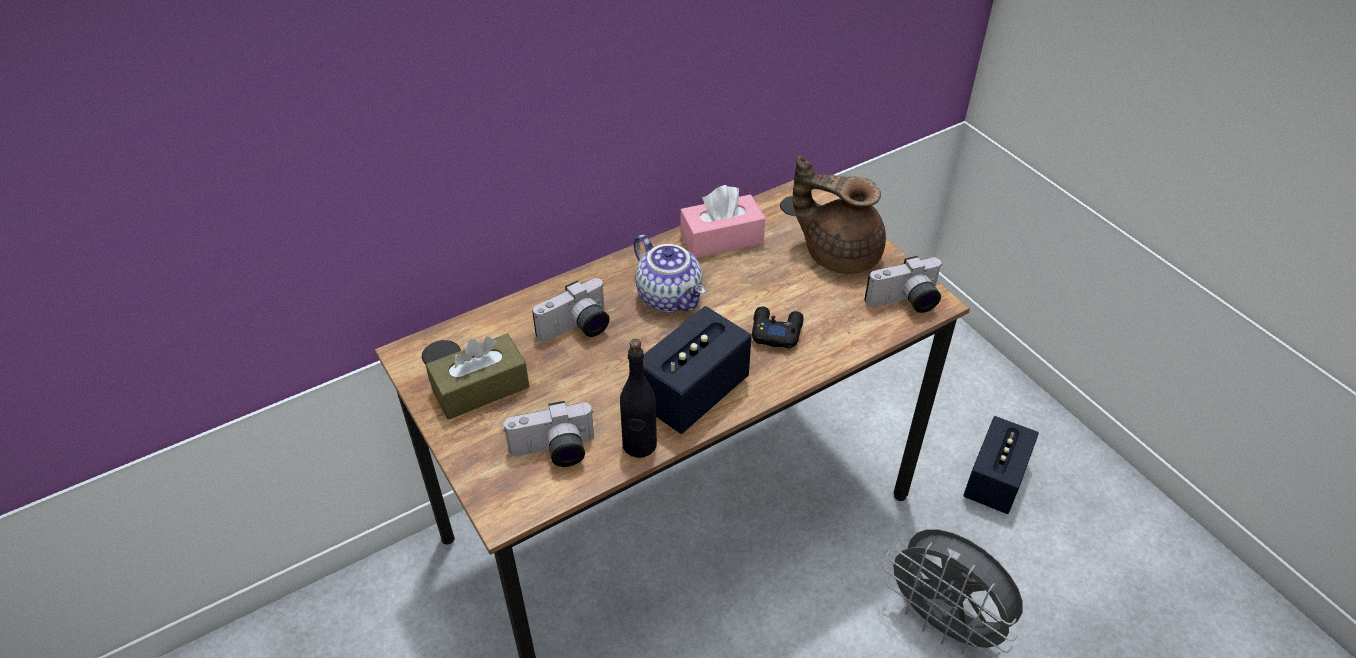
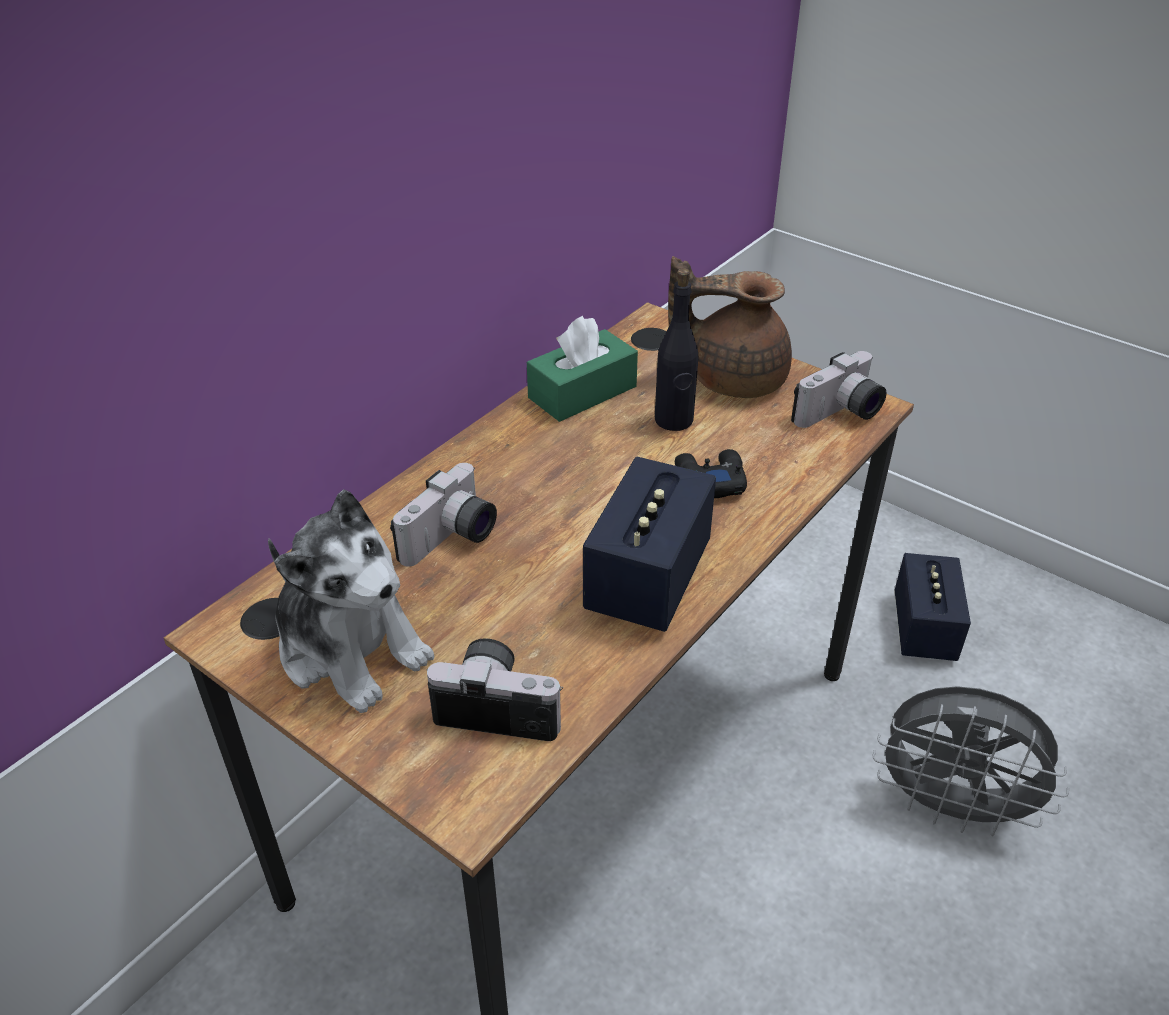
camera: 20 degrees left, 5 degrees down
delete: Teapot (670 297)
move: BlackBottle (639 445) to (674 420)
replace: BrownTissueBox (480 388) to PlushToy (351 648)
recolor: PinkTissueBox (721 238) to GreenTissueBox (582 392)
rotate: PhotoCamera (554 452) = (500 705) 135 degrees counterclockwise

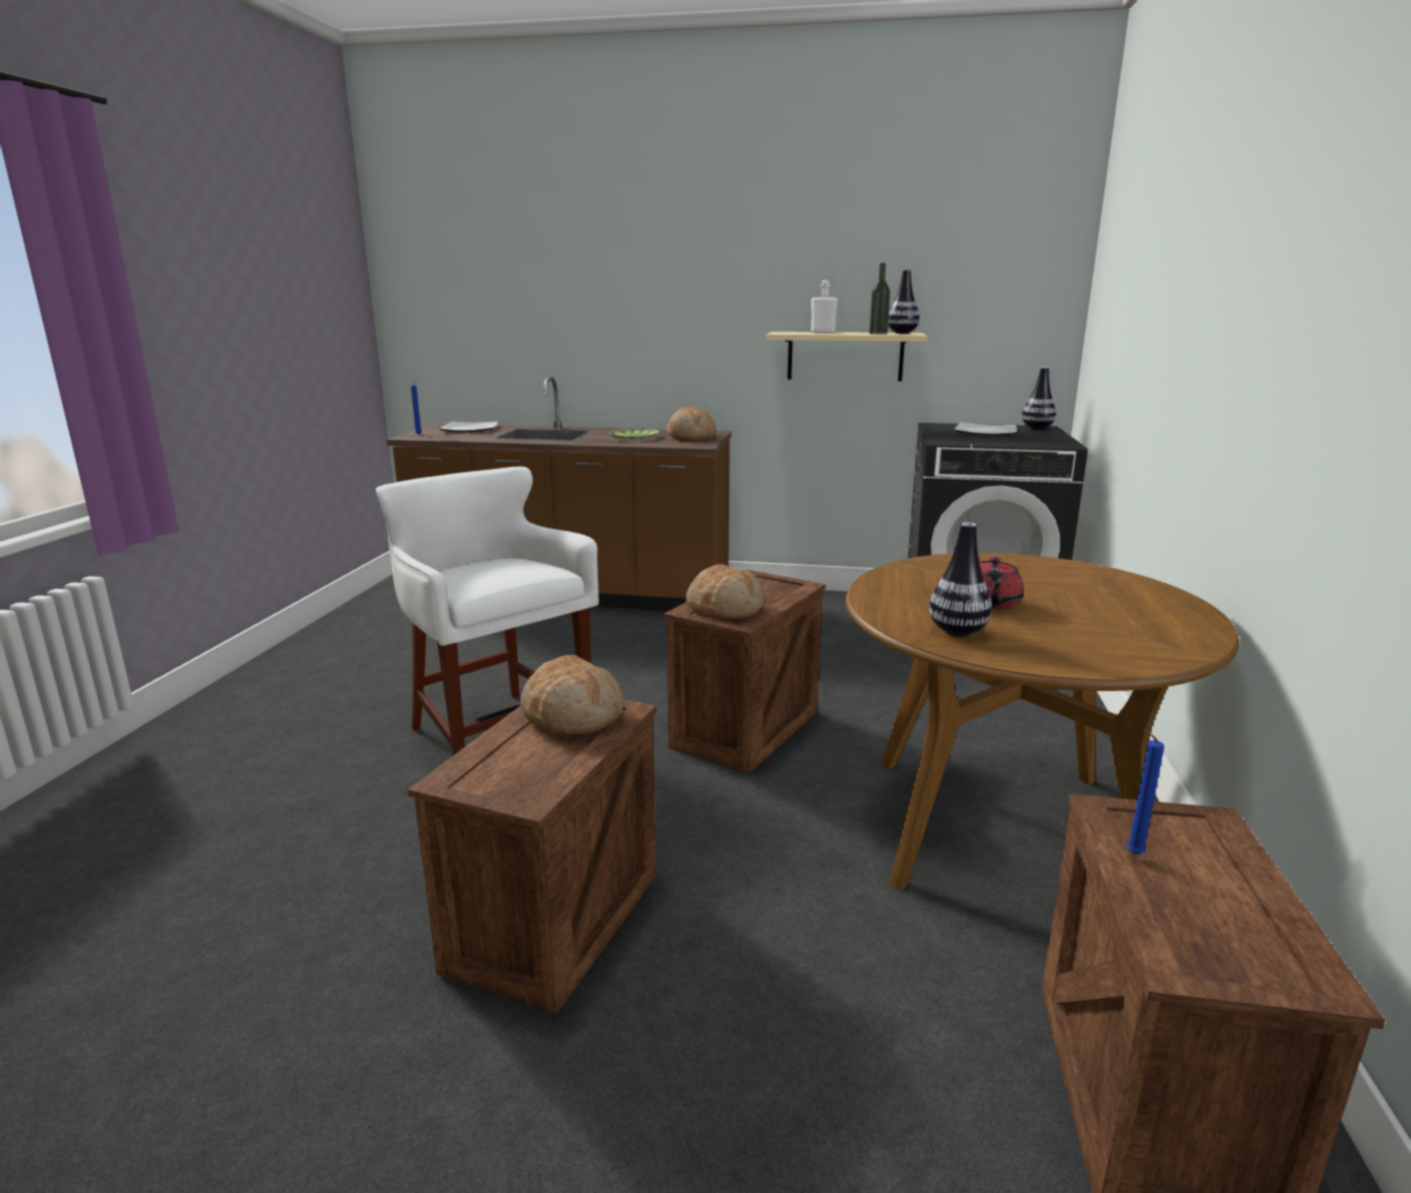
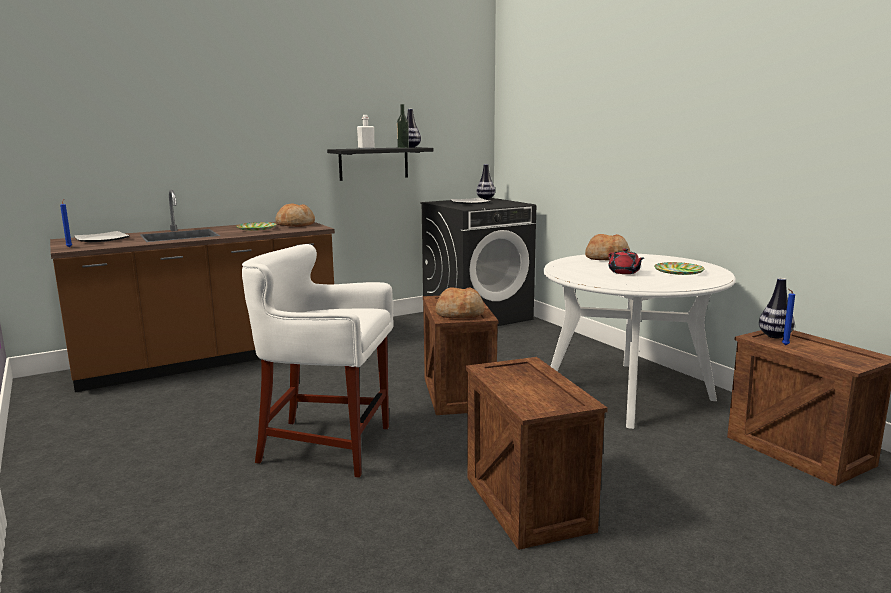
camera: 40 degrees left, 5 degrees down
insert: Plate (679 272)
move: Bread (572 715) to (607 258); Vase (958 632) to (775 336)
recolor: BeigeShelf (845 356) to BlackShelf (374 163); BrownDiningTable (1001 827) to WhiteDiningTable (628 392)

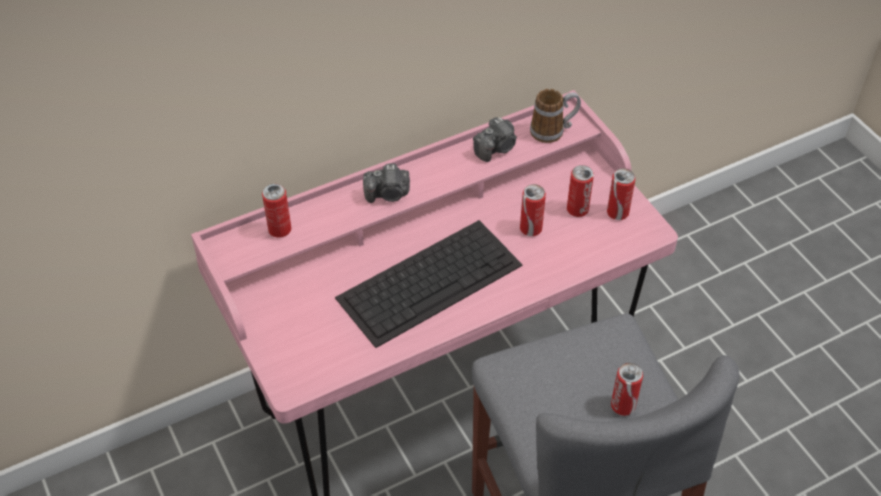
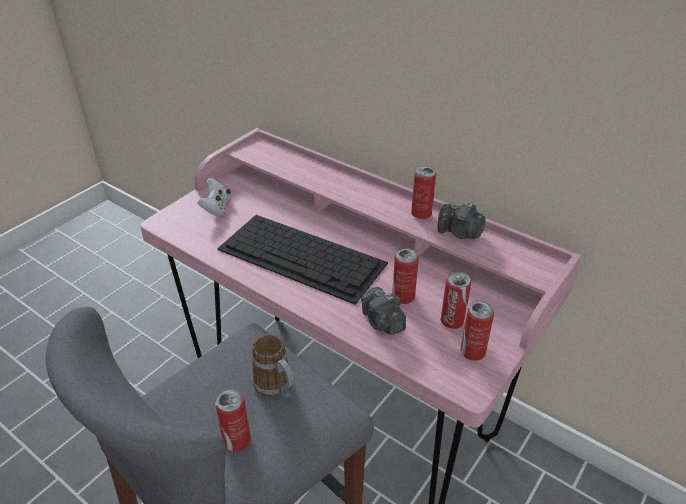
camera: 65 degrees right, 10 degrees down
insert: WhiteGameController (217 208)
move: Can (280 230) to (421 214); PhotoCamera (388 194) to (382 322); Mug (553 131) to (277 387)

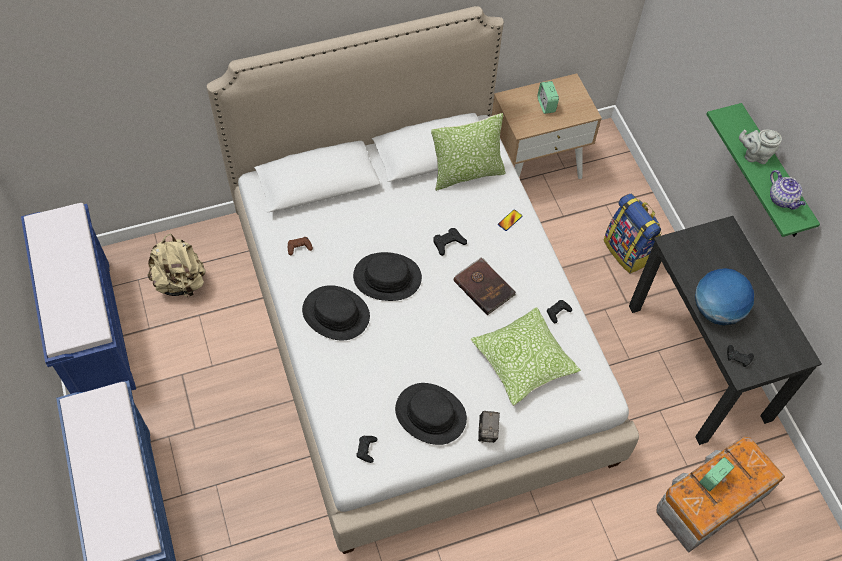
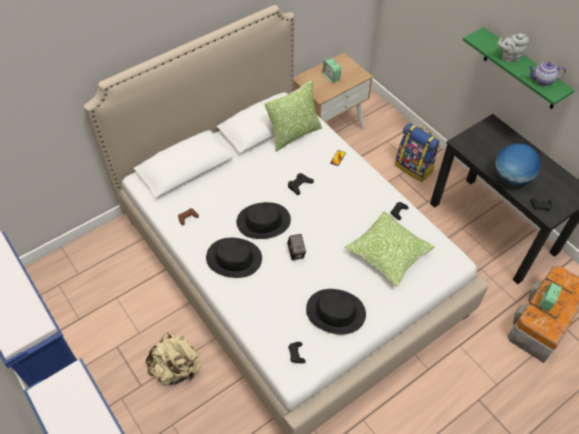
camera: 15 degrees left, 5 degrees down
delete: BrownBook (484 287)
move: BeigeBackpack (181 282) to (176 369); PhotoCamera (487 432) to (296 253)
rotate: Teapot (782 199) = (542 80) 135 degrees clockwise

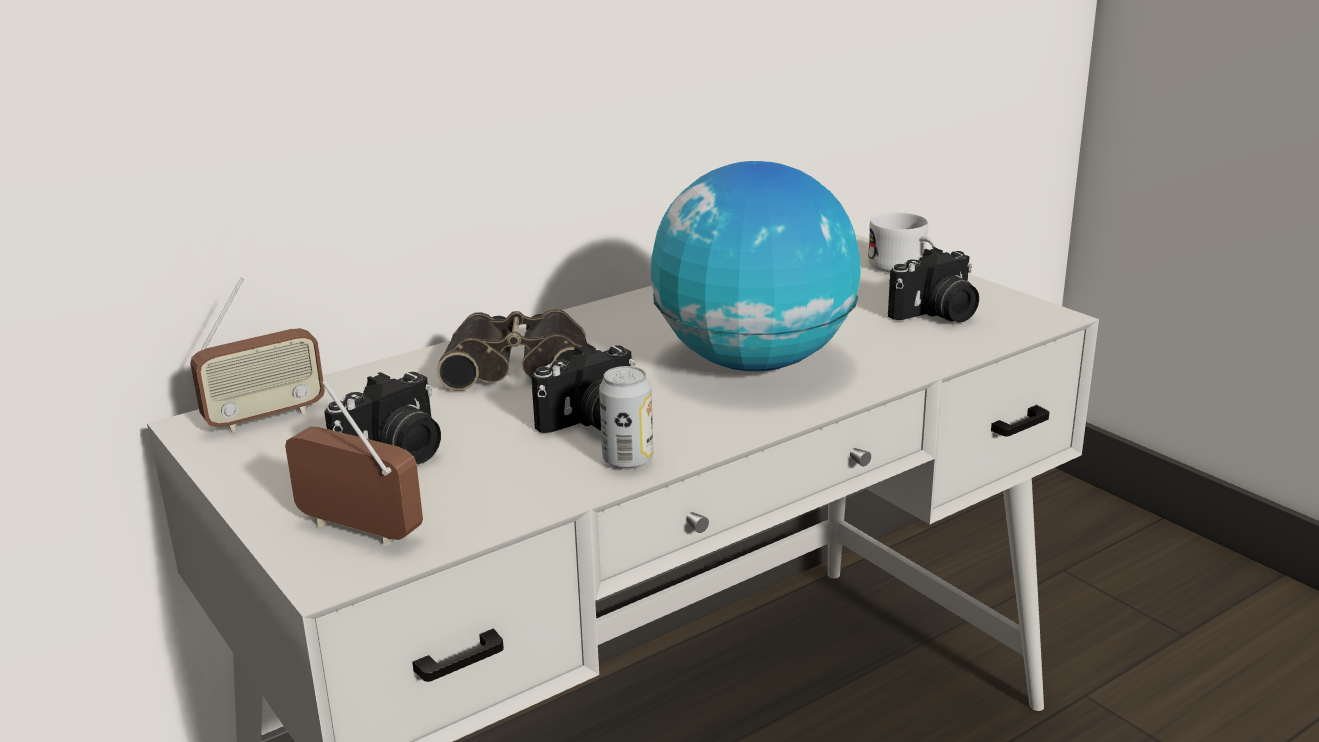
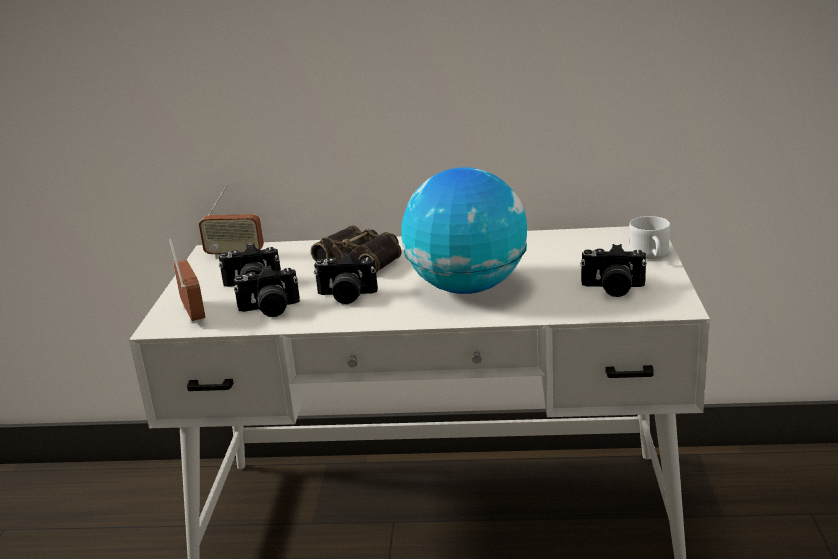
camera: 40 degrees right, 0 degrees up
delete: Can (628 460)
insert: PhotoCamera (270 309)

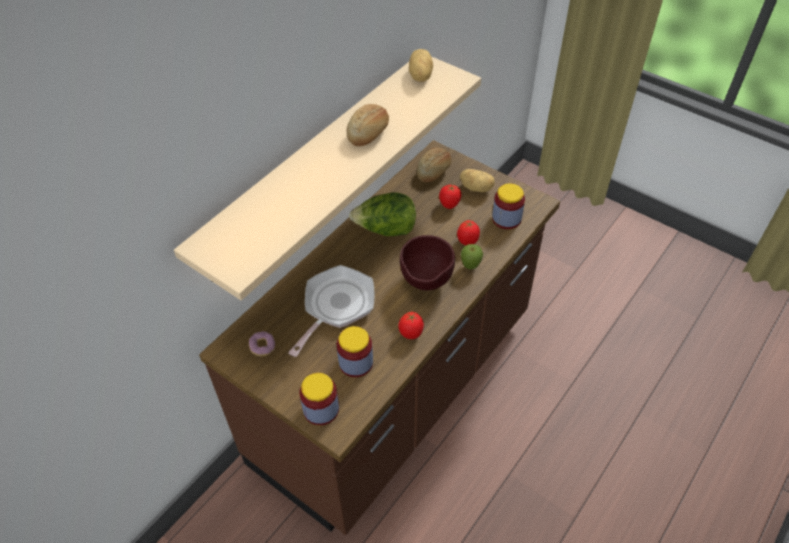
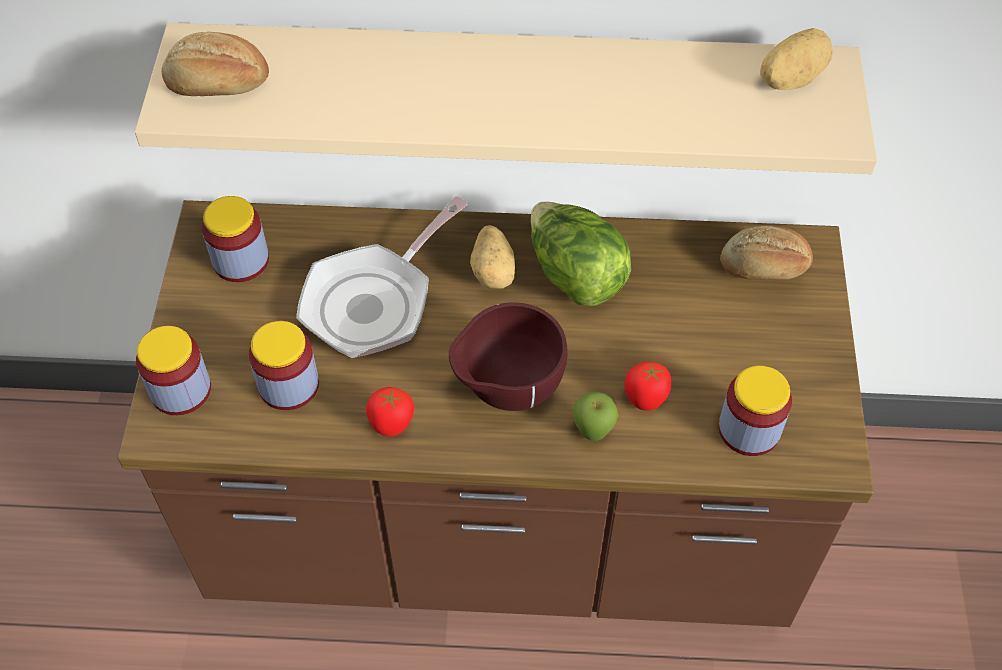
camera: 55 degrees right, 5 degrees up
delete: Tomato (449 205)
move: Bread (369 133) to (218 85); Potato (476 188) to (494 271)
replace: Donut (263 347) to Jar (240 260)
rotate: FryingPan (336 306) = (374 301) 135 degrees clockwise

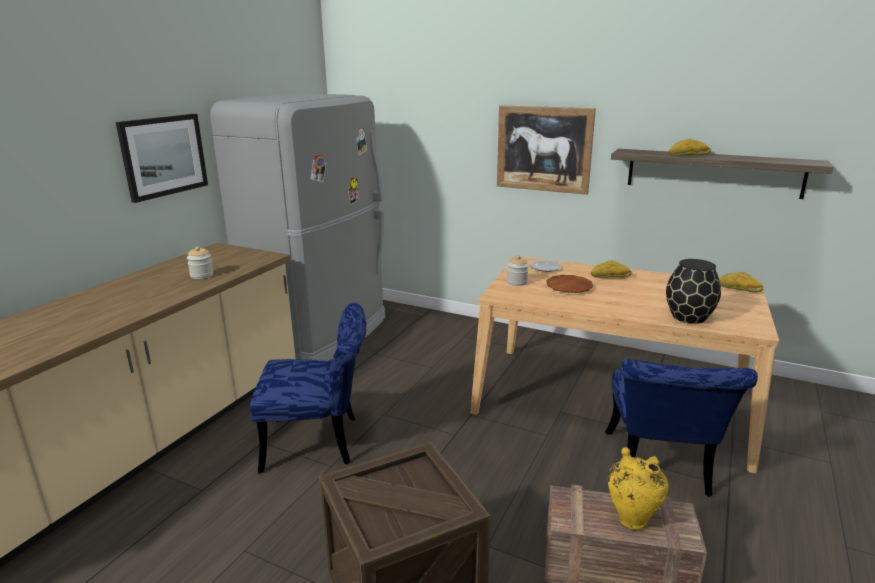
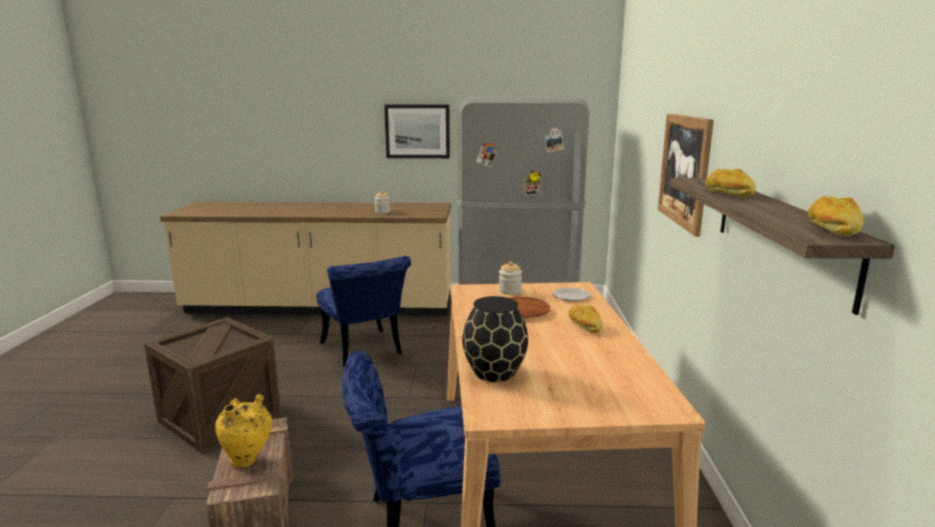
camera: 65 degrees right, 5 degrees down
move: Bread (739 289) to (831 230)

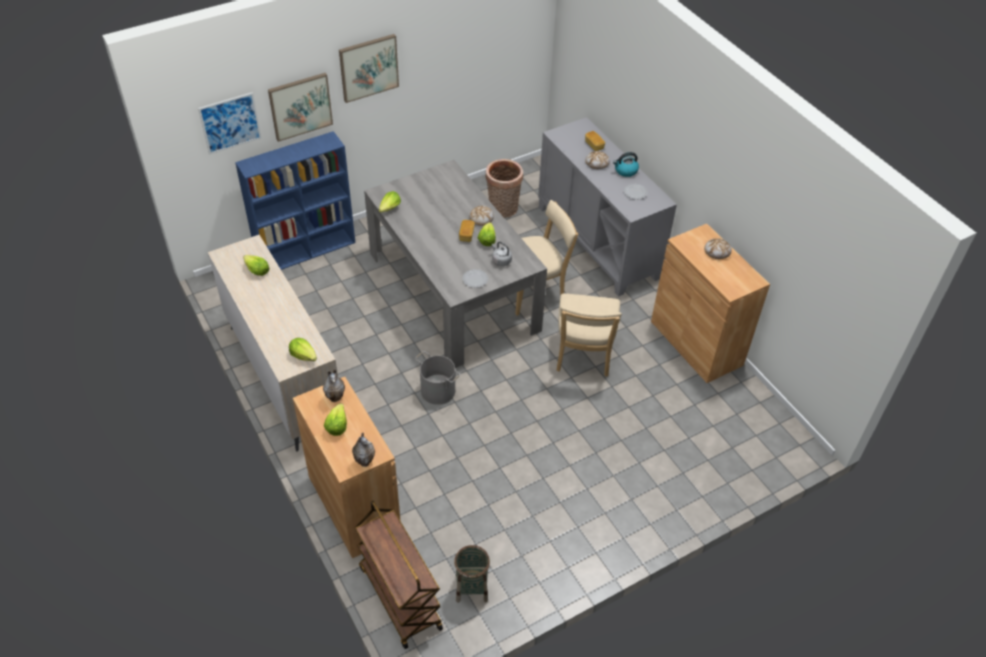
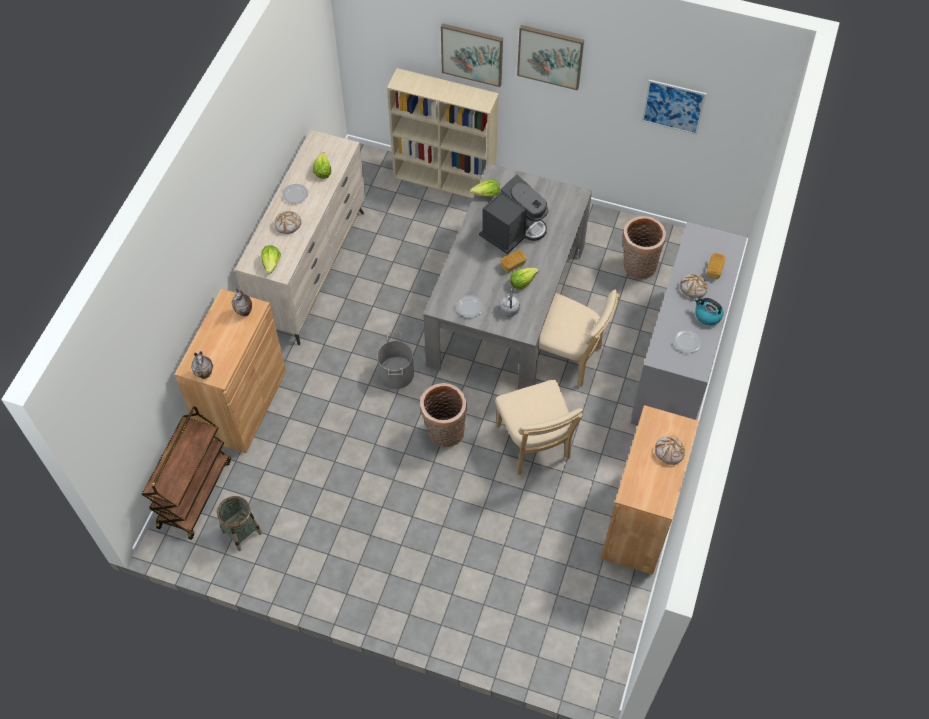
camera: 50 degrees right, 10 degrees up
delete: Lettuce (337 425)
insert: Plate (295 195); Basket (444 433); CoffeeMachine (513 230)
move: Picture (230 123) to (673 107); Bread (481 218) to (288 224)
recolor: BlueBookcase (307 250) to BeigeBookcase (445 180)
rotate: BeigeChair (583 356) = (534 445) 75 degrees counterclockwise

